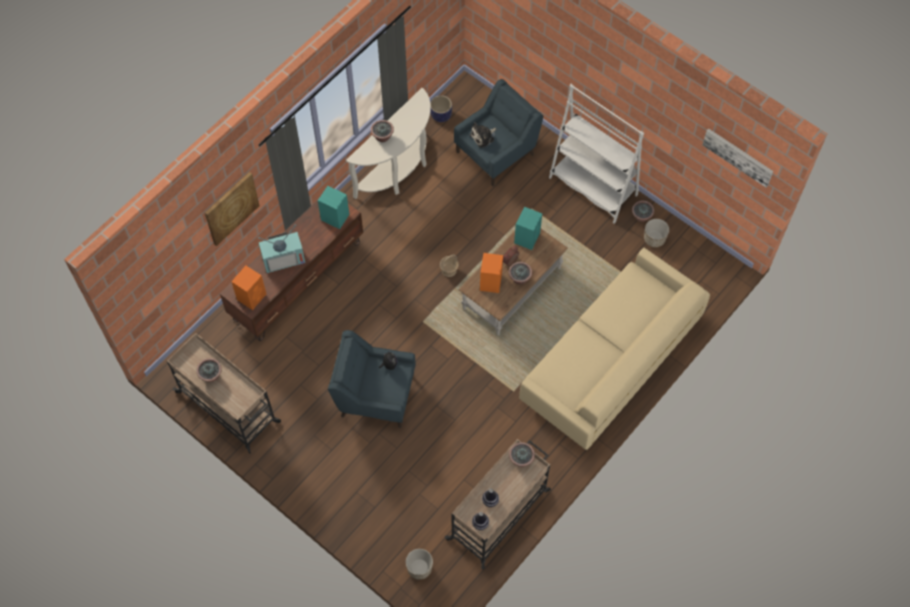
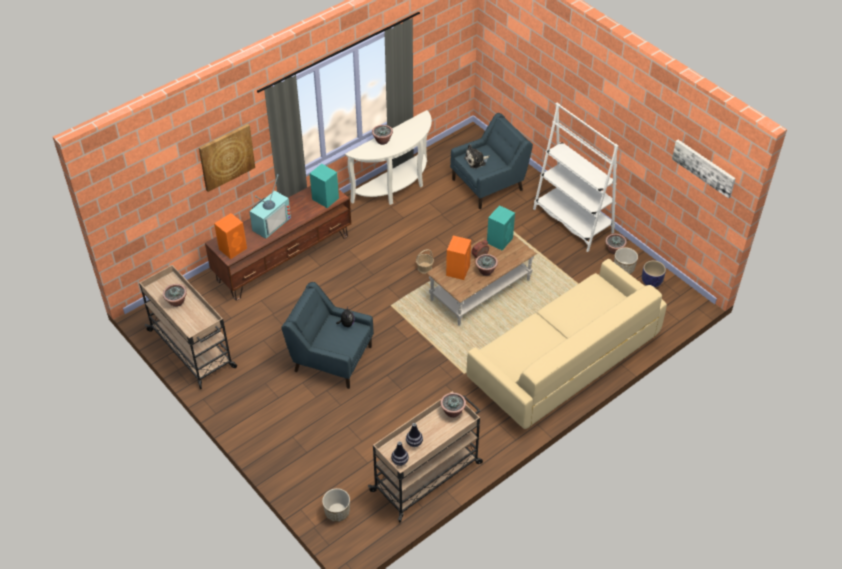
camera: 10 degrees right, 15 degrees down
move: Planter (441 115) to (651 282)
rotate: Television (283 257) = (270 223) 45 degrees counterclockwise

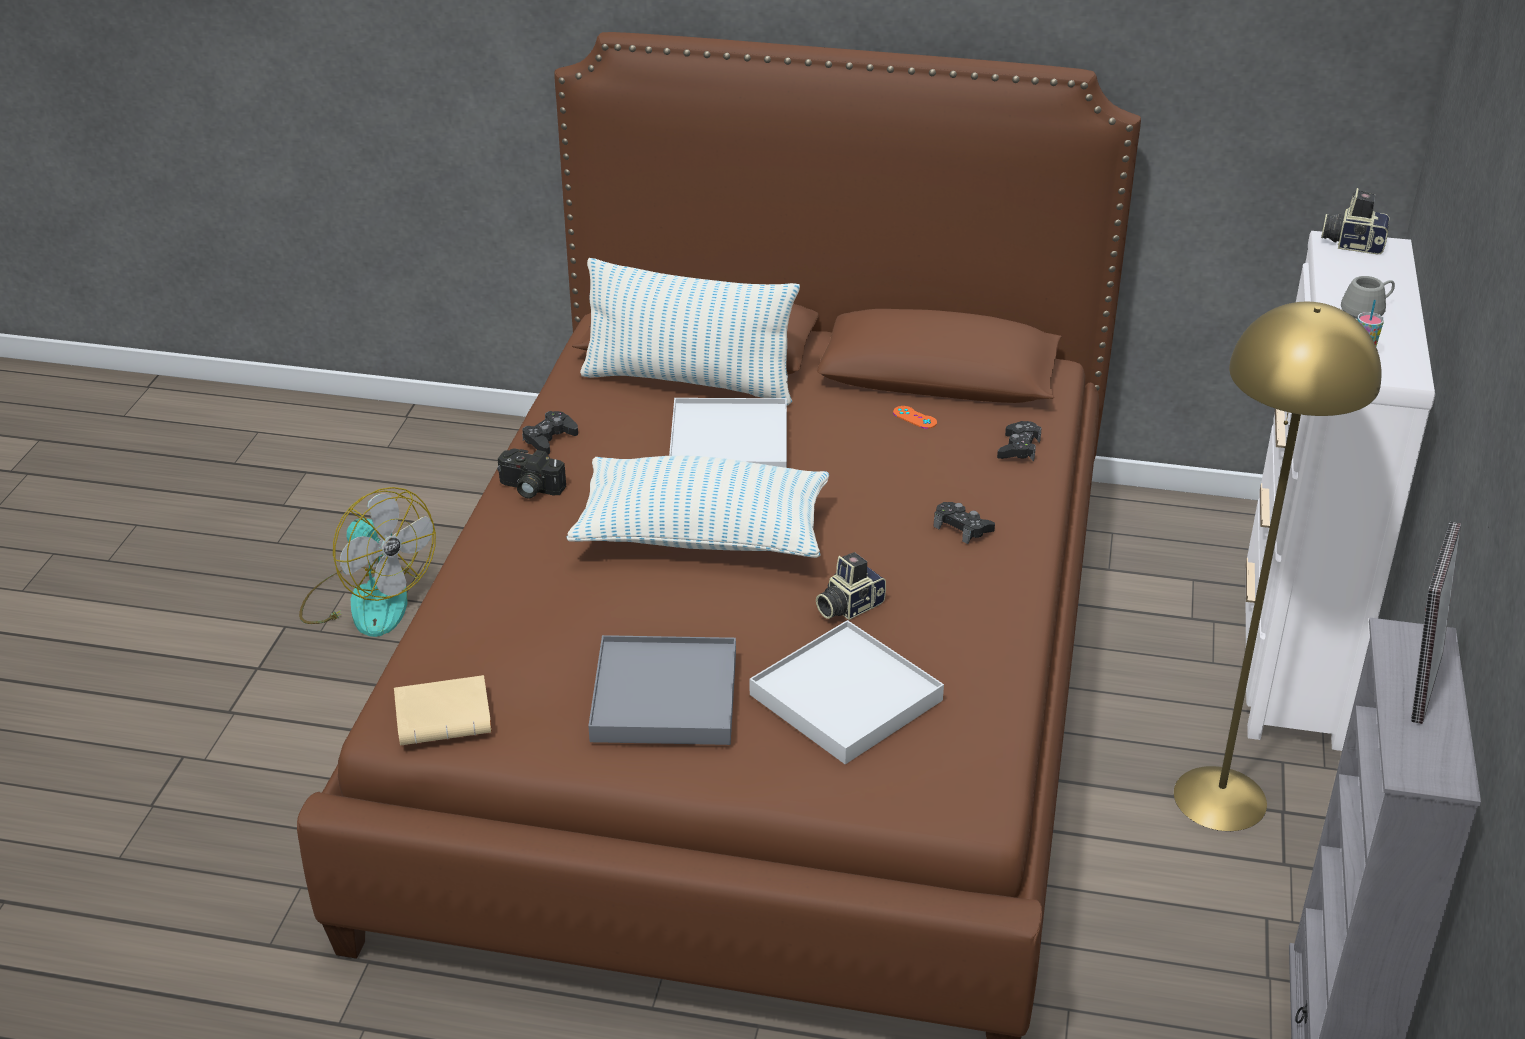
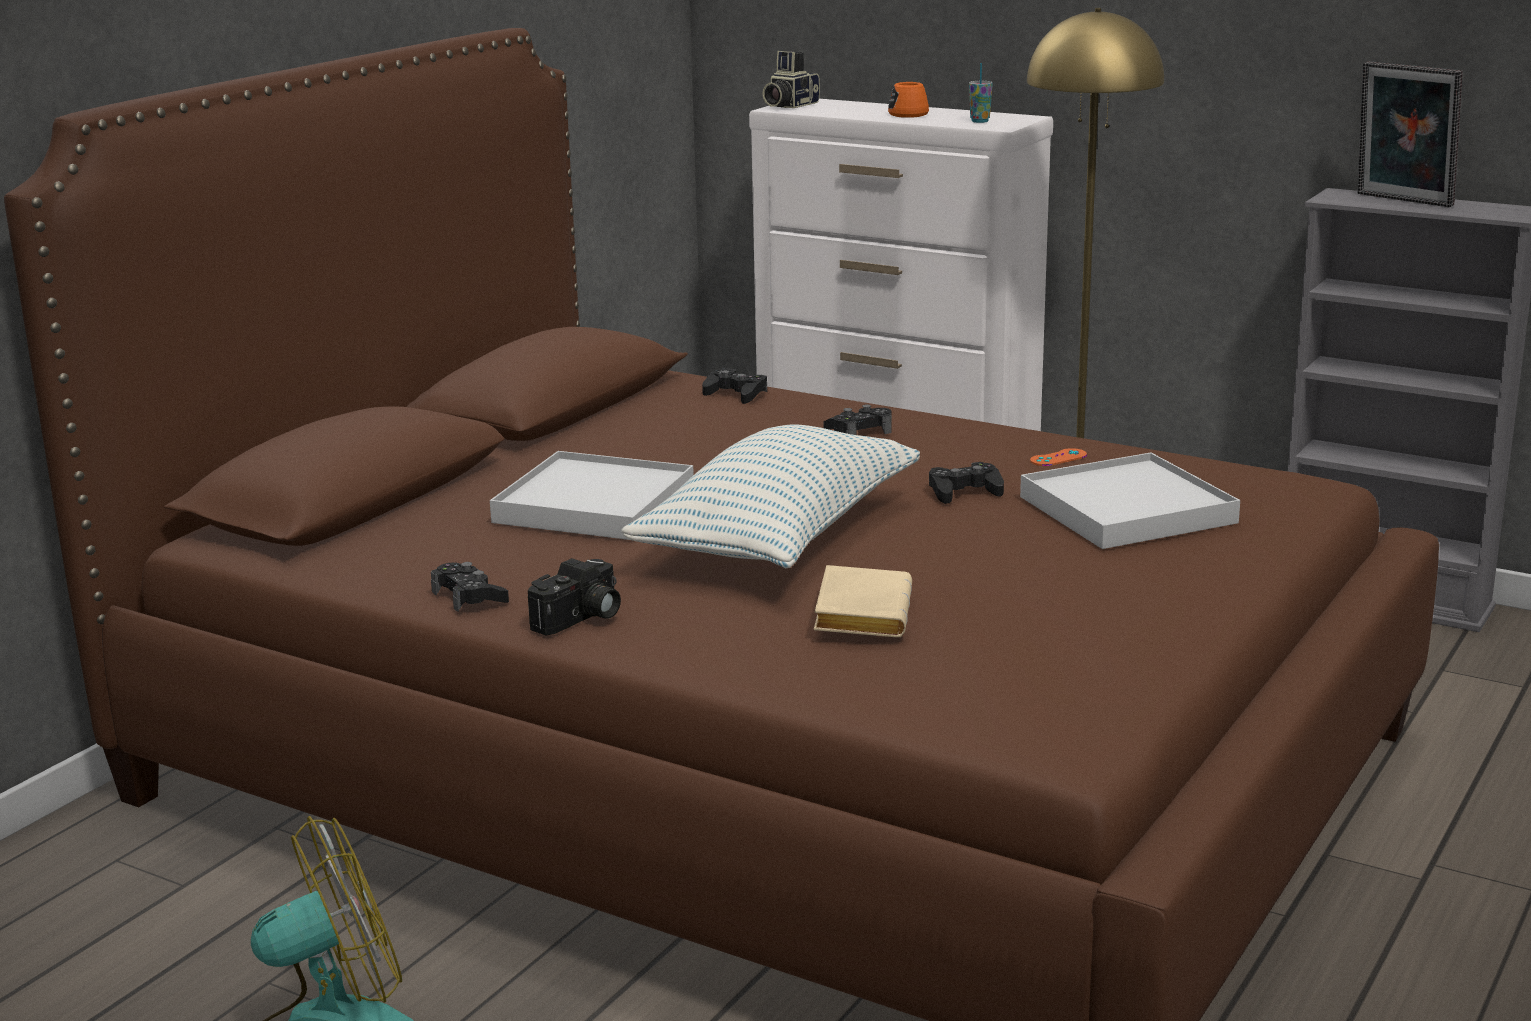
camera: 70 degrees left, 15 degrees down
delete: Pillow (689 382); GreyTray (664 697)
move: BeigeBook (446 716) to (859 612); OrangeGameController (914 417) to (1058 458)
replace: PhotoCamera (848 606) to BlackGameController (964 492)
recolor: GreyMug (1367 310) to OrangeMug (907 114)

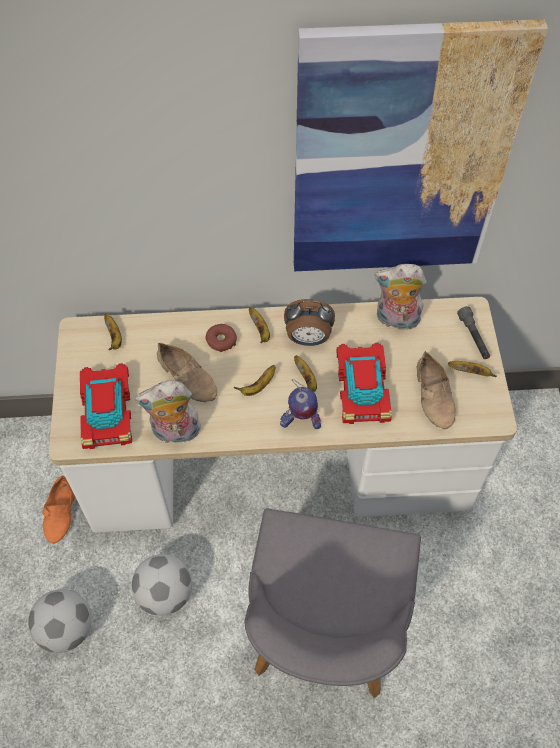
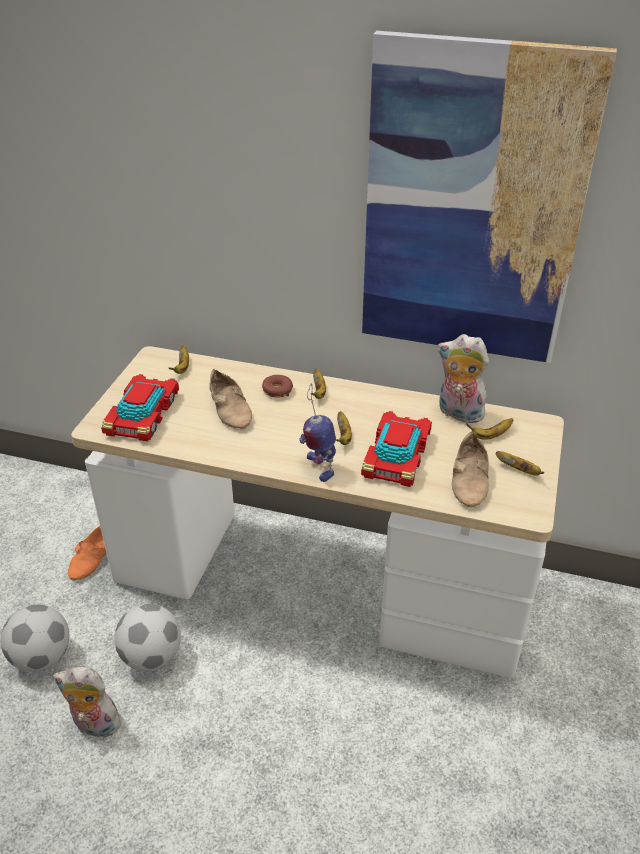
camera: 20 degrees right, 20 degrees down
delete: GreyChair (322 640); AlarmClock (308 339); GreyFlashlight (473 337)
move: PlushToy (175 433) to (94 725); Banana (258 386) to (490 435)
rotate: ToyRobot (300 423) = (319 467) 45 degrees clockwise

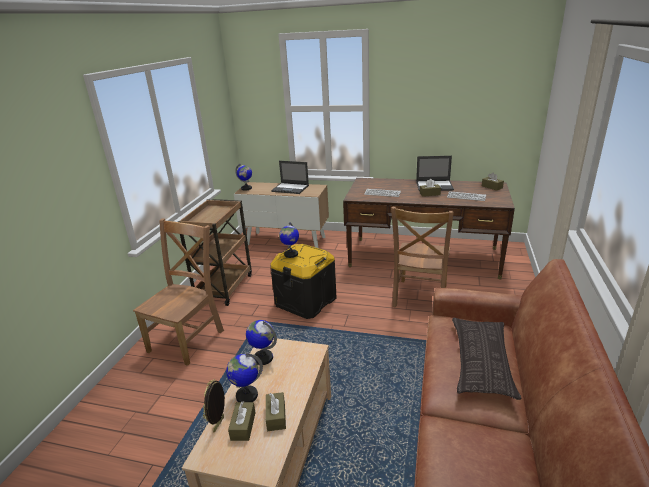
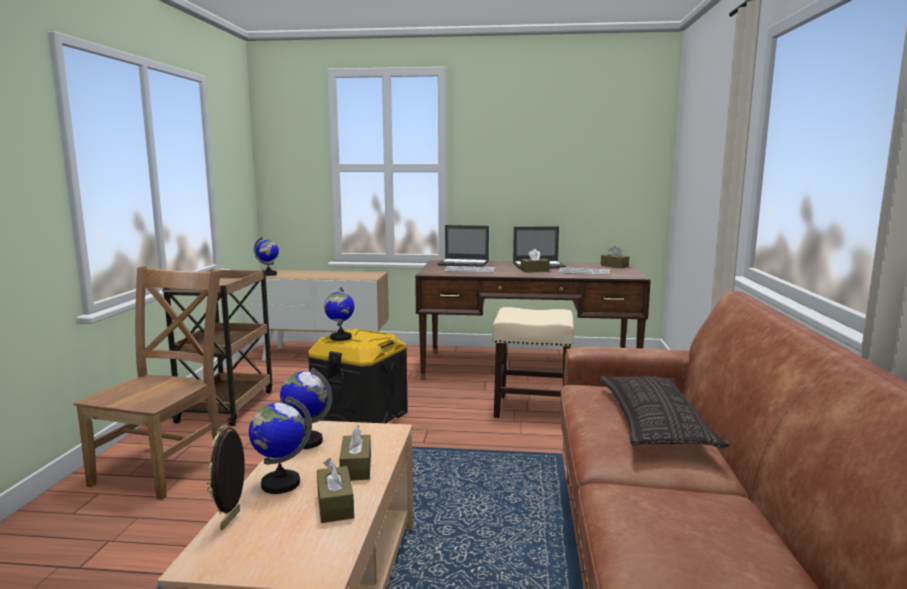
camera: 10 degrees left, 15 degrees down
move: BrownTissueBox (243 426) to (356 467); Laptop (290 188) to (464 263)
replace: BrownChair (419 297) to BeigeStool (531 408)

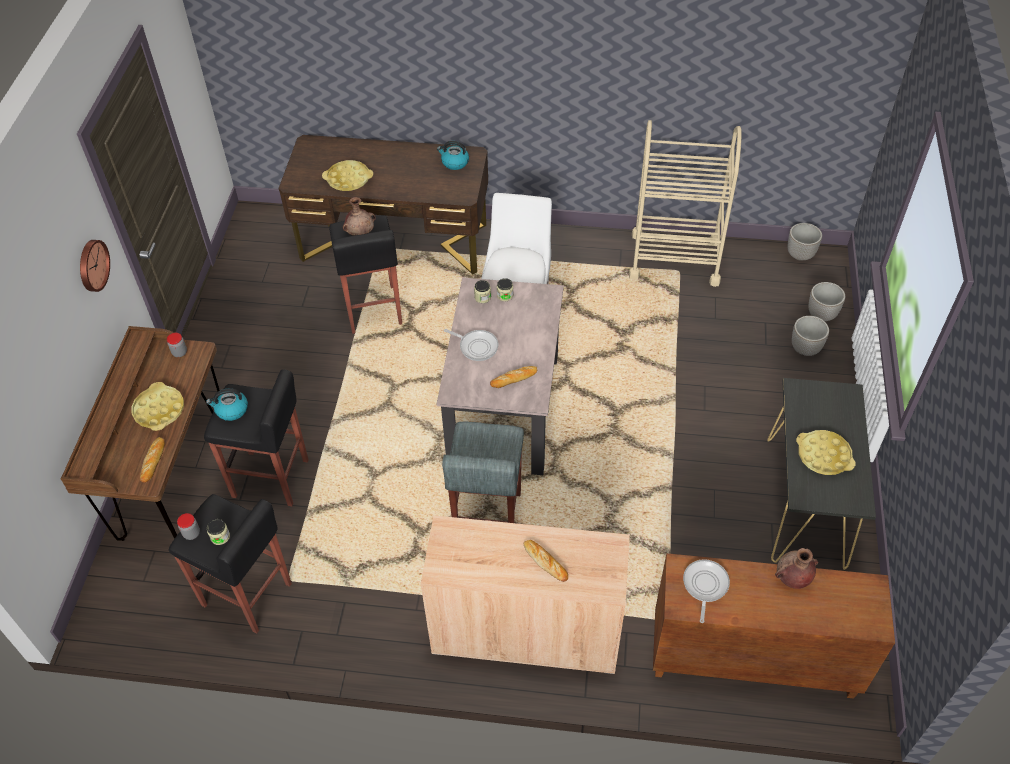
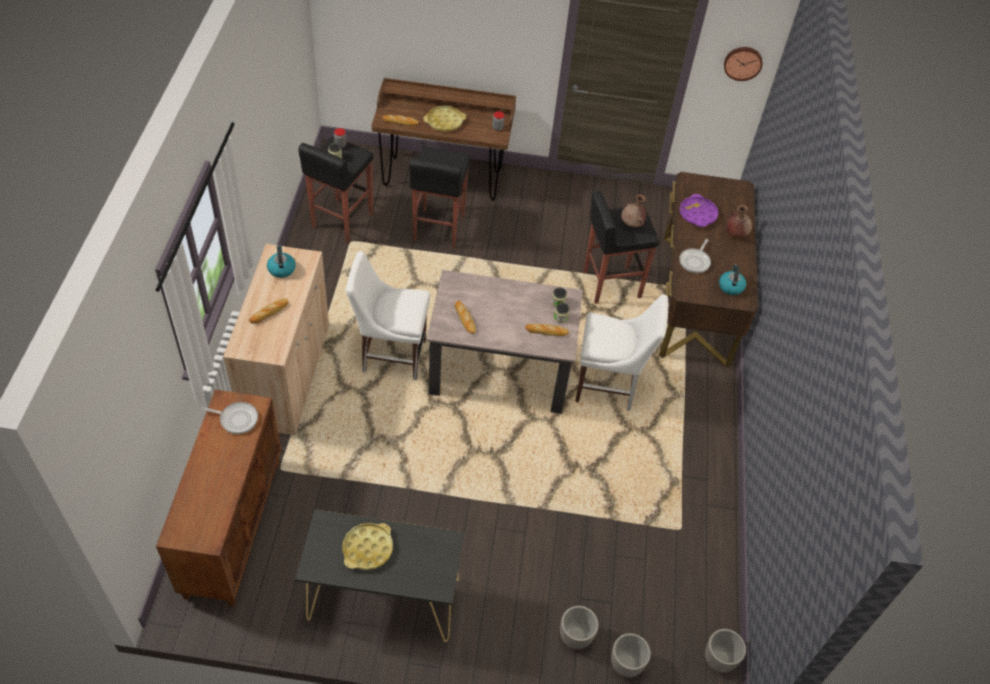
camera: 85 degrees right, 0 degrees up
delete: BeigeCart (674 259)
insert: Bread (546 331)
move: WallClock (92 265) to (743 62); Kettle (231 410) to (281 269); FryingPan (476 346) to (695 261); BrownVase (792 578) to (736 234)
replace: GreyStool (487 518) to WhiteChair (390 355)
recolor: YellowTray (348 179) to PurpleTray (697 214)

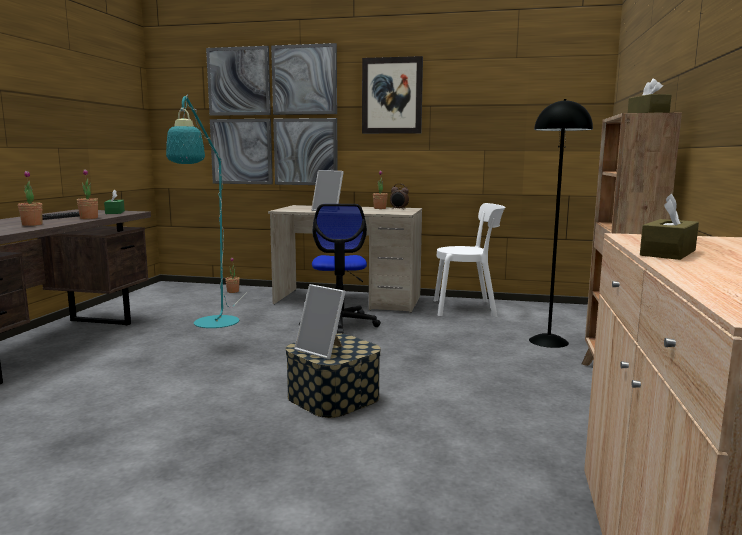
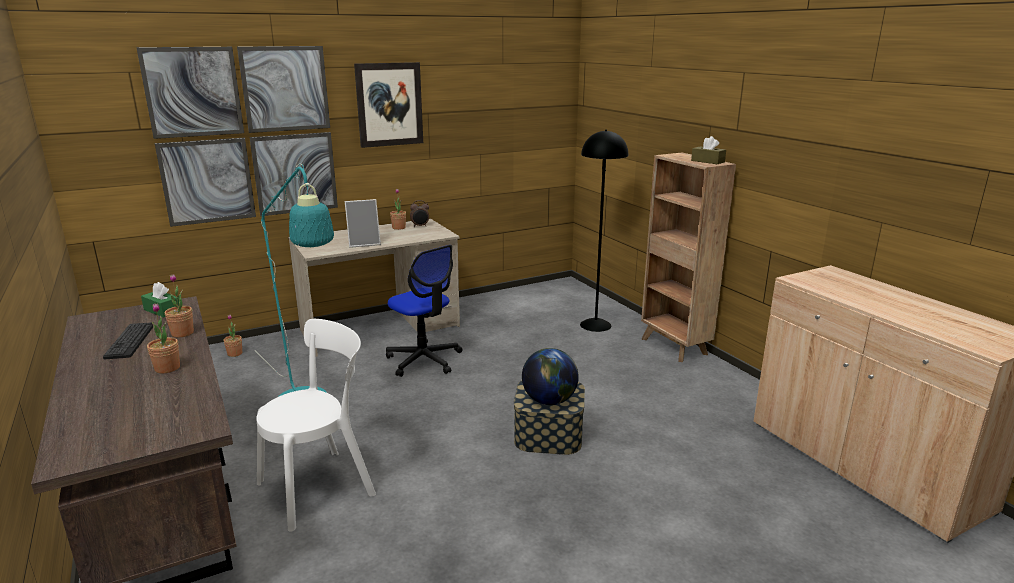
camera: 40 degrees left, 10 degrees up
delete: BrownTissueBox (668 253)
move: WhiteChair (468 308) to (321 486)
replace: PictureFrame (322 350) to Globe (549 400)

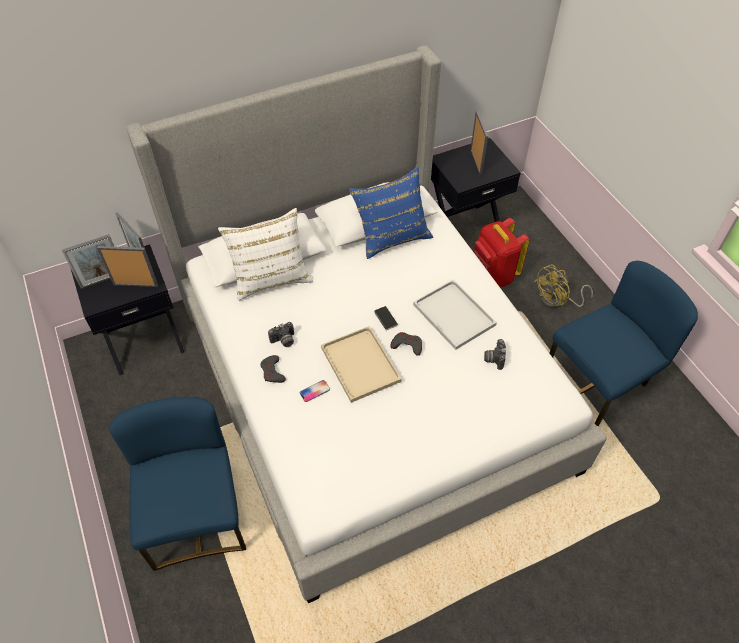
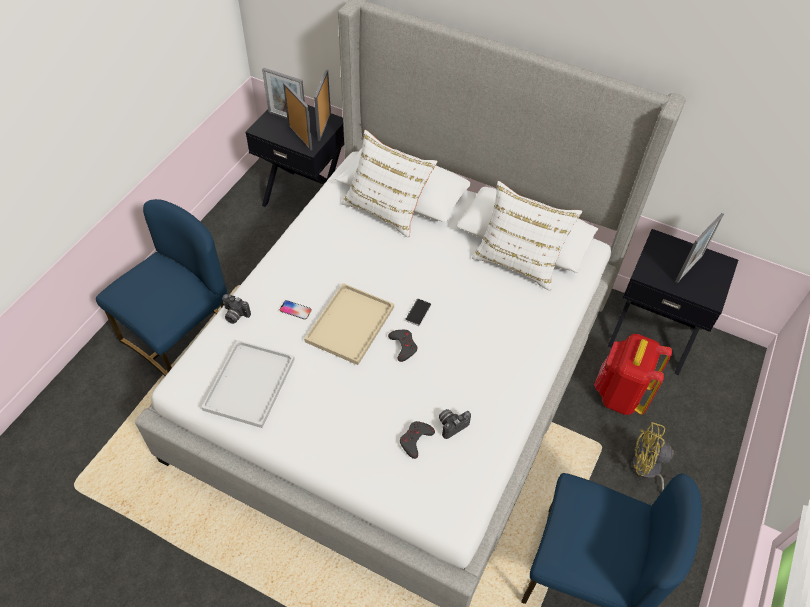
camera: 50 degrees right, 0 degrees up
move: GreyGameController (272 372) to (415 440); PhotoCamera (284 341) to (235 315); WhiteTray (455 315) to (249 386)
recolor: BluePillow (392 235) to WhitePillow (519 260)

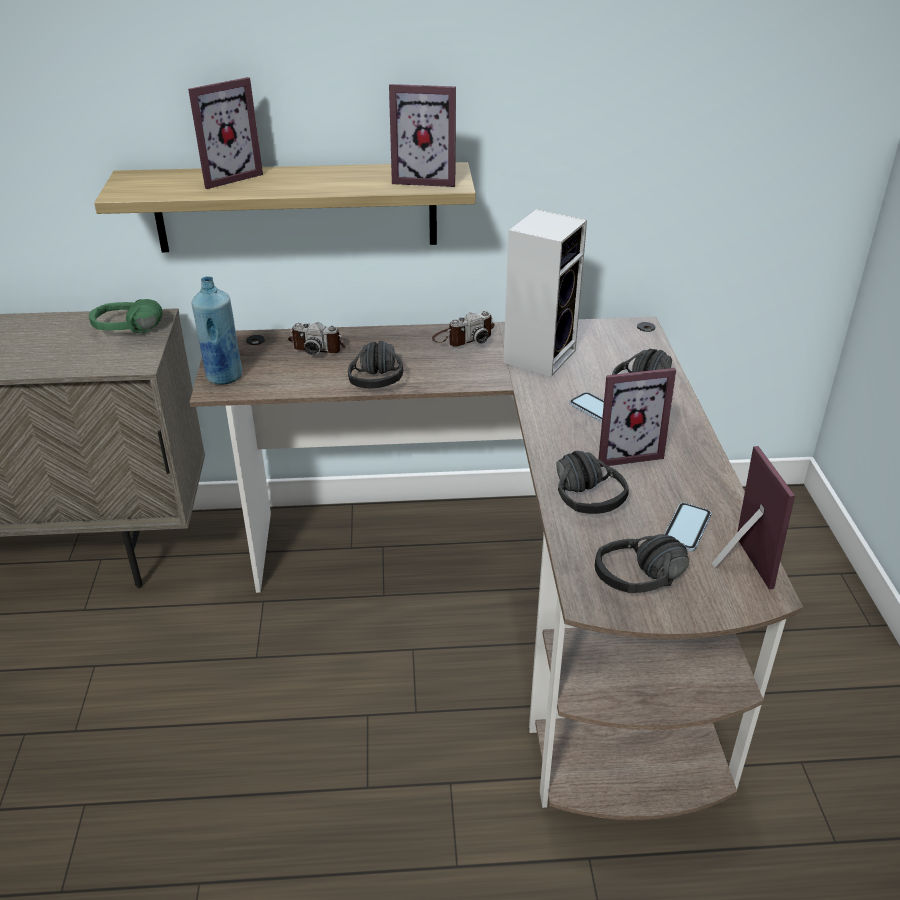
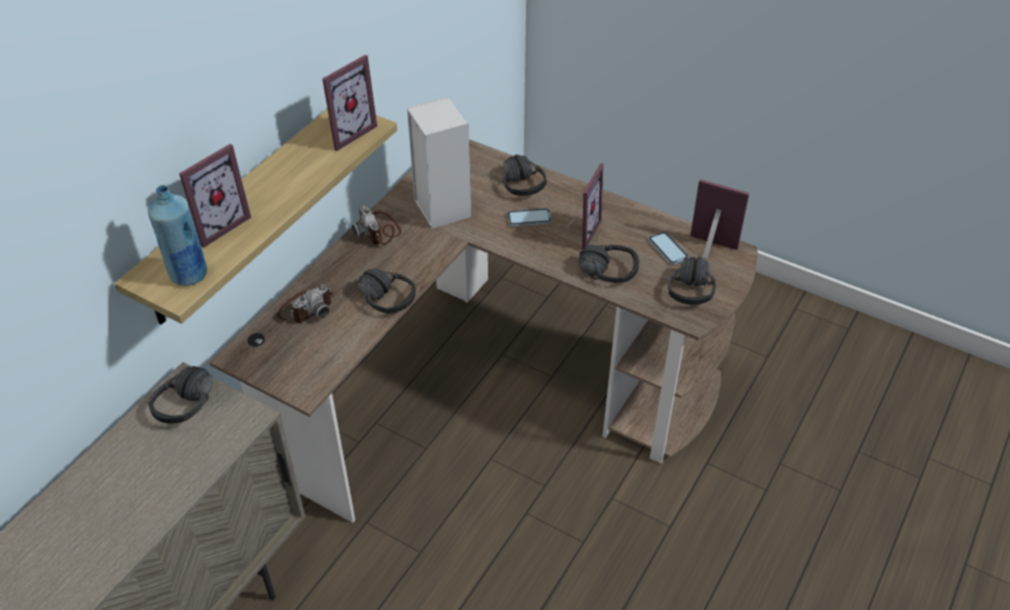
camera: 55 degrees left, 10 degrees up
move: BlueBottle (223 376) to (188 275)
recolor: GreenHeadphones (127 334) to BlackHeadphones (194 408)
rotate: PictureFrame (226 176) = (216 225) 45 degrees clockwise; PhotoCamera (463 337) = (379 230) 150 degrees clockwise

